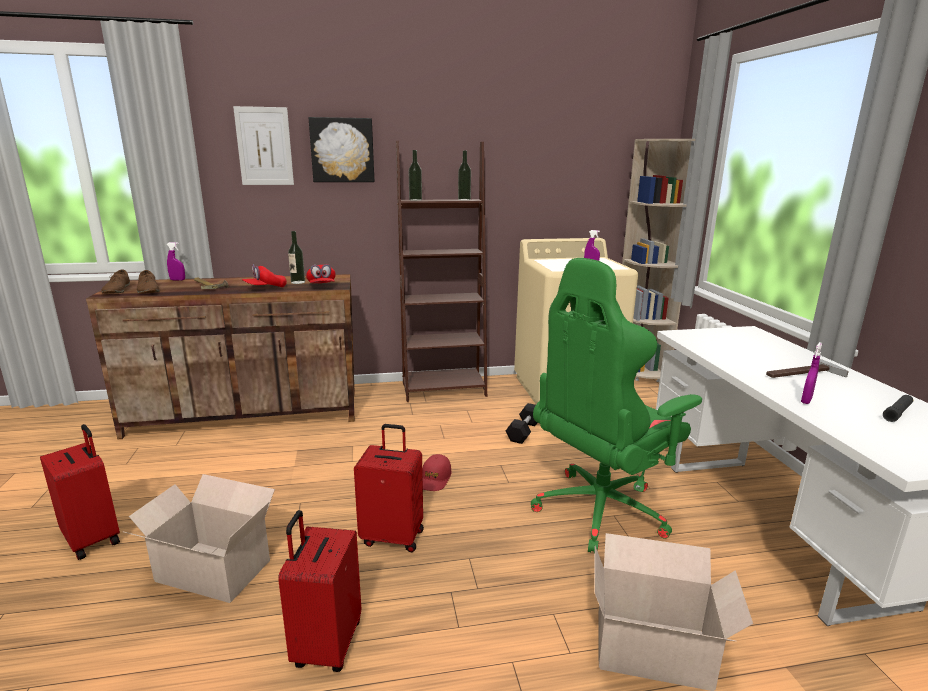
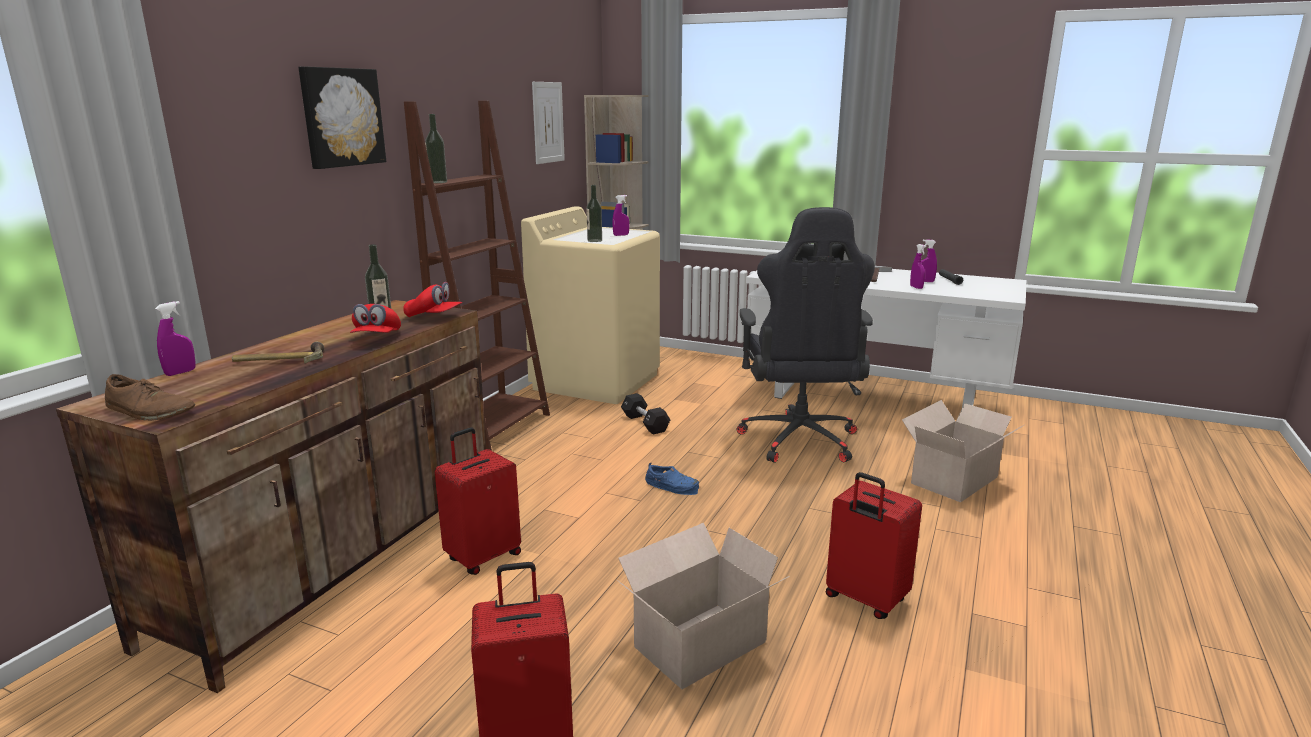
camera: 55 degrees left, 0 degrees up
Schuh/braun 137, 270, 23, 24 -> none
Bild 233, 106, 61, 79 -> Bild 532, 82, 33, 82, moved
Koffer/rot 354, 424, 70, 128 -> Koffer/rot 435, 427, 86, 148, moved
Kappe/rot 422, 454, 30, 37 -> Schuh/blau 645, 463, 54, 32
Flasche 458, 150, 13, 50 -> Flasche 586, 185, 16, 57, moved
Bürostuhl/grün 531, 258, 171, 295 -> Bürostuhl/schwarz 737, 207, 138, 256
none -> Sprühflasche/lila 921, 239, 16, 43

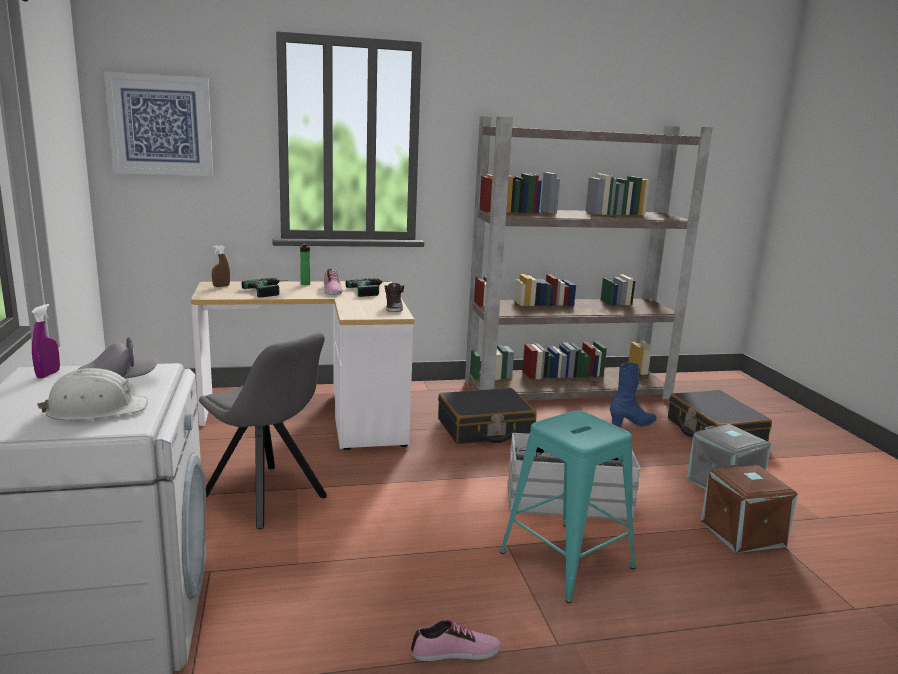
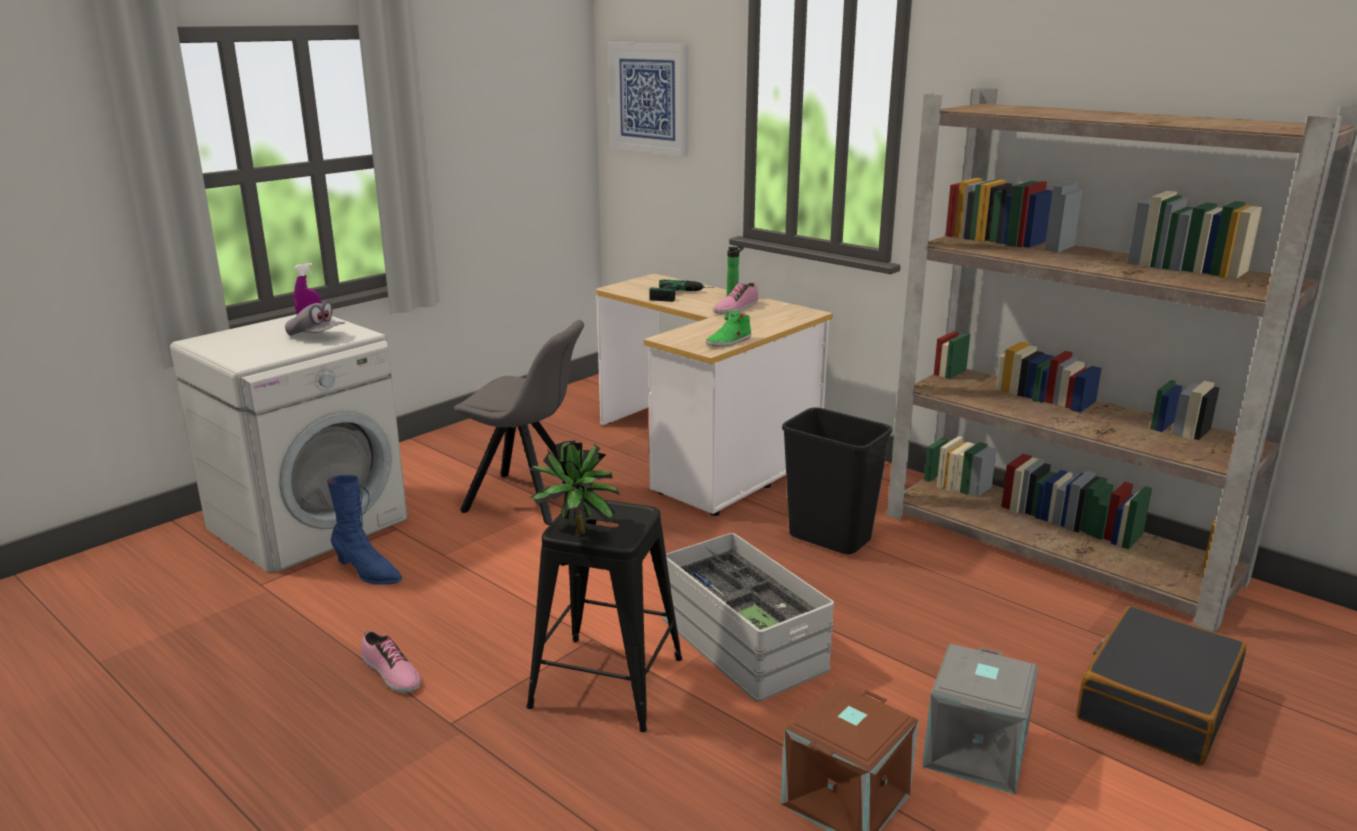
camera: 55 degrees right, 5 degrees up
Schutzhelm/weiß 37, 368, 111, 53 -> none
Stuhl/grau 199, 333, 128, 196 -> Stuhl/grau 454, 320, 130, 205, 75 degrees counterclockwise
Sprühflasche/braun 212, 245, 18, 42 -> none
Bohrmaschine 346, 278, 44, 19 -> none
Schuh/schwarz 384, 283, 20, 29 -> Schuh/grün 706, 310, 45, 37
Koffer/schwarz 438, 388, 99, 56 -> Mülleimer/schwarz 782, 407, 110, 147
Hocker/türkis 500, 410, 136, 193 -> Hocker/schwarz 527, 500, 155, 232
Stiefel/blau 610, 362, 47, 65 -> Stiefel/blau 327, 475, 75, 110, moved
none -> Topfpflanze 529, 440, 91, 95

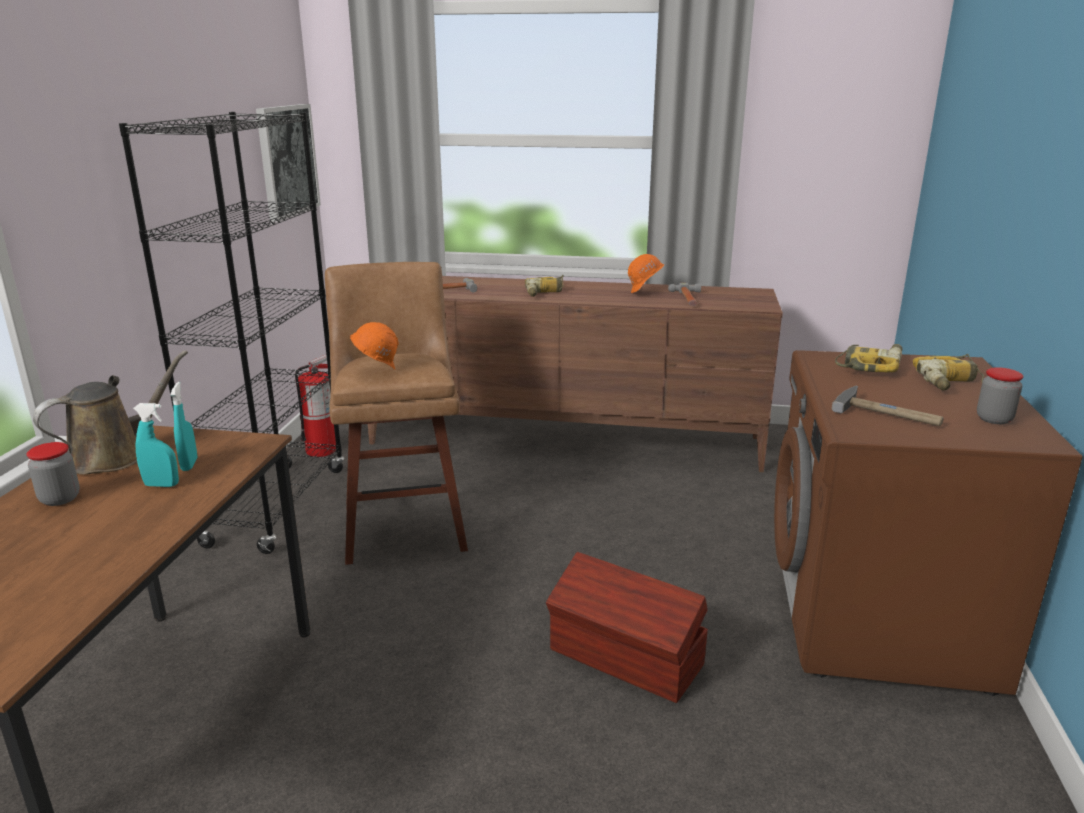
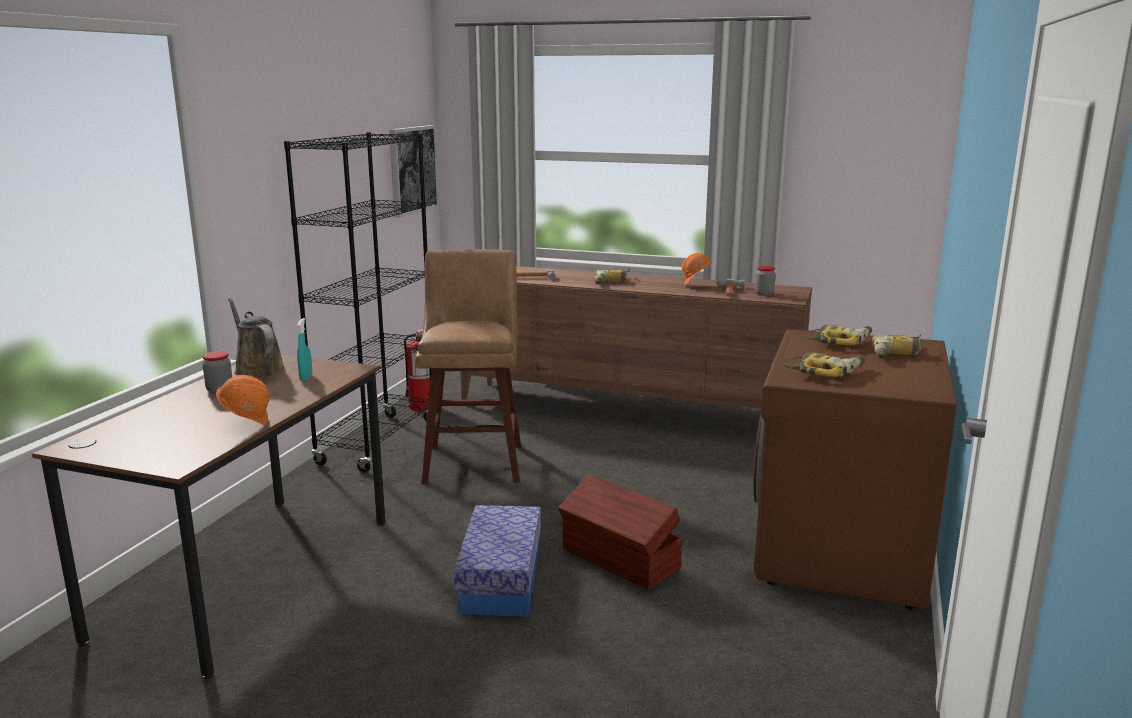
camera: 10 degrees right, 5 degrees down
Gießkanne/braun 33, 350, 155, 125 -> Gießkanne/braun 228, 297, 57, 82, 90 degrees counterclockwise
Sprühflasche/türkis 133, 403, 46, 84 -> none
Schutzhelm/orange 350, 322, 49, 48 -> Schutzhelm/orange 216, 375, 54, 51, moved
Hammer 832, 386, 112, 40 -> Bohrmaschine 784, 352, 81, 25
Vorratsglas 977, 367, 46, 57 -> Vorratsglas 755, 266, 20, 30, moved
none -> Aufbewahrungsbox 454, 505, 87, 111

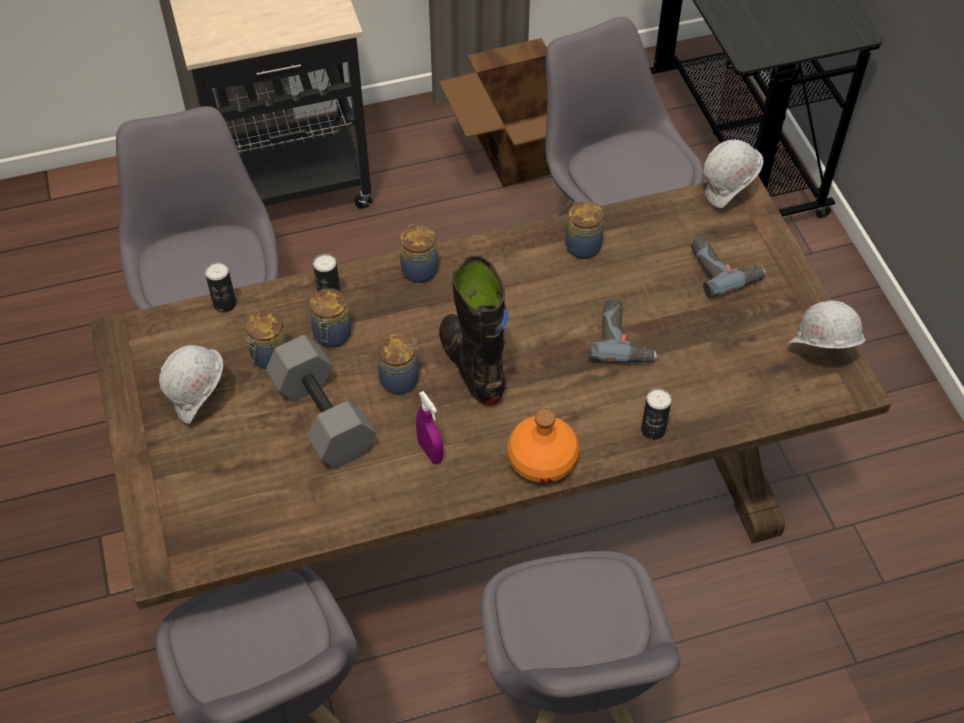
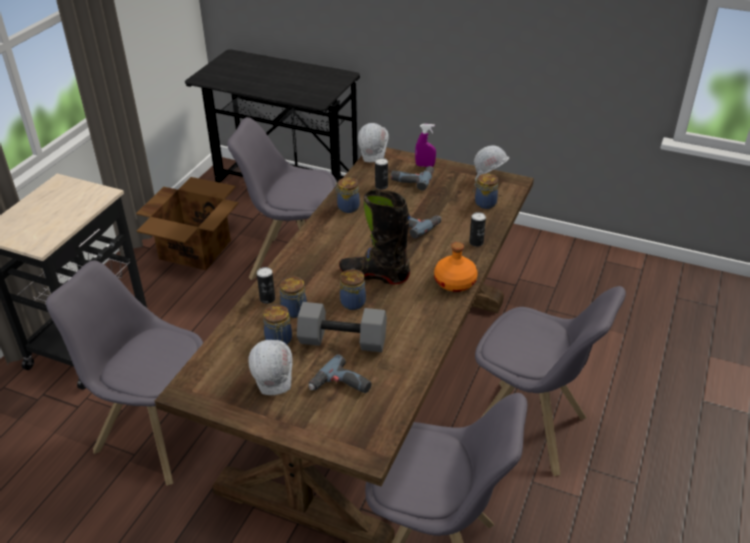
camera: 50 degrees left, 15 degrees down
Dose 205, 262, 31, 51 -> Dose 375, 158, 13, 32, moved
Vorratsglas 400, 224, 38, 59 -> Vorratsglas 473, 173, 25, 36, moved
Sprühflasche/lila 416, 391, 27, 73 -> Sprühflasche/lila 415, 124, 21, 43, moved
none -> Bohrmaschine 309, 354, 63, 39

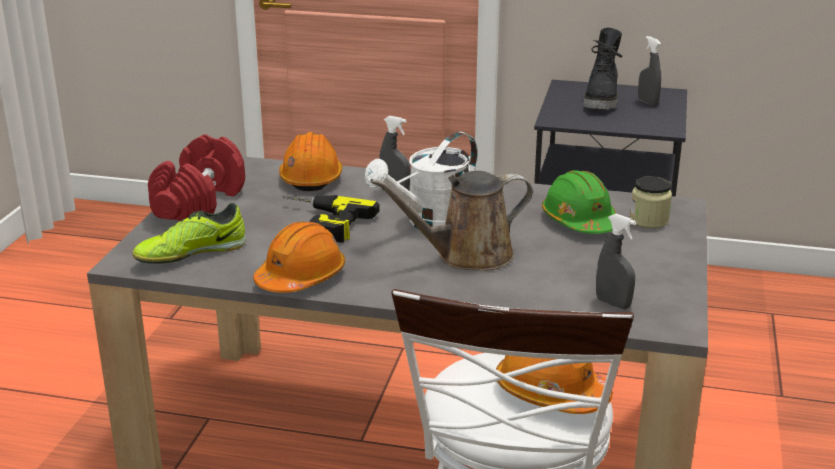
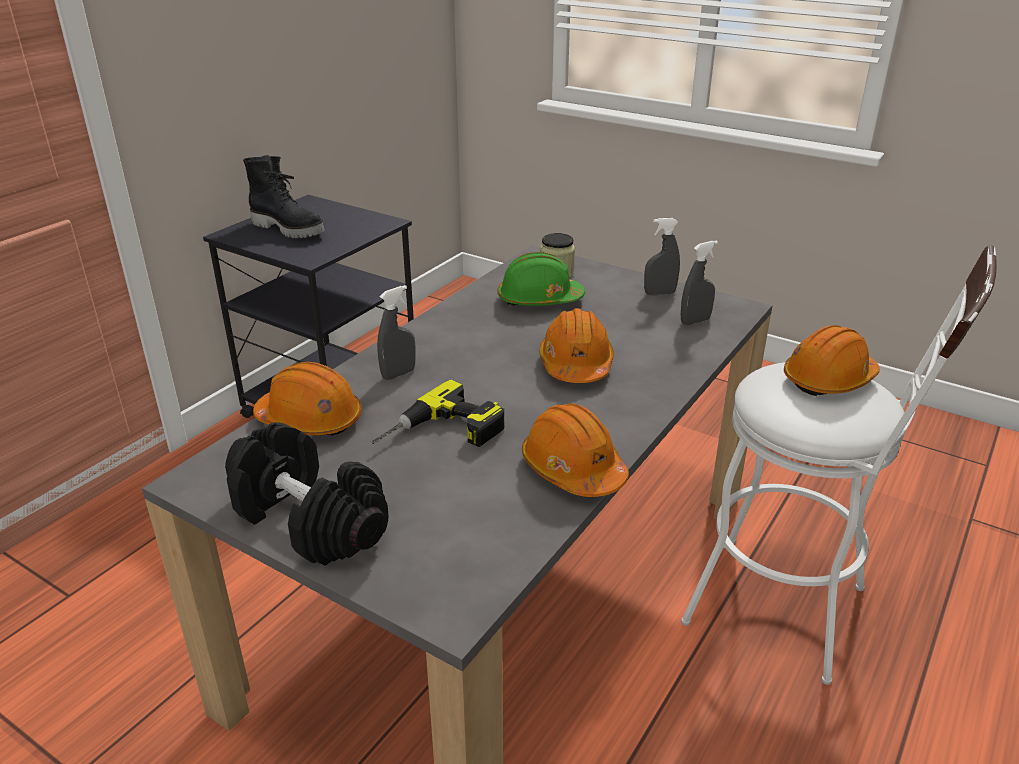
camera: 70 degrees left, 5 degrees up
Schuh 132, 203, 114, 61 -> none
Hantel/rot 148, 135, 97, 86 -> Hantel/schwarz 225, 422, 163, 144
Gießkanne/weiß 365, 132, 112, 97 -> none
Gießkanne/braun 370, 171, 163, 100 -> Schutzhelm/orange 539, 308, 75, 75
Sprühflasche/grau 638, 36, 23, 70 -> Sprühflasche/grau 644, 218, 36, 77, moved

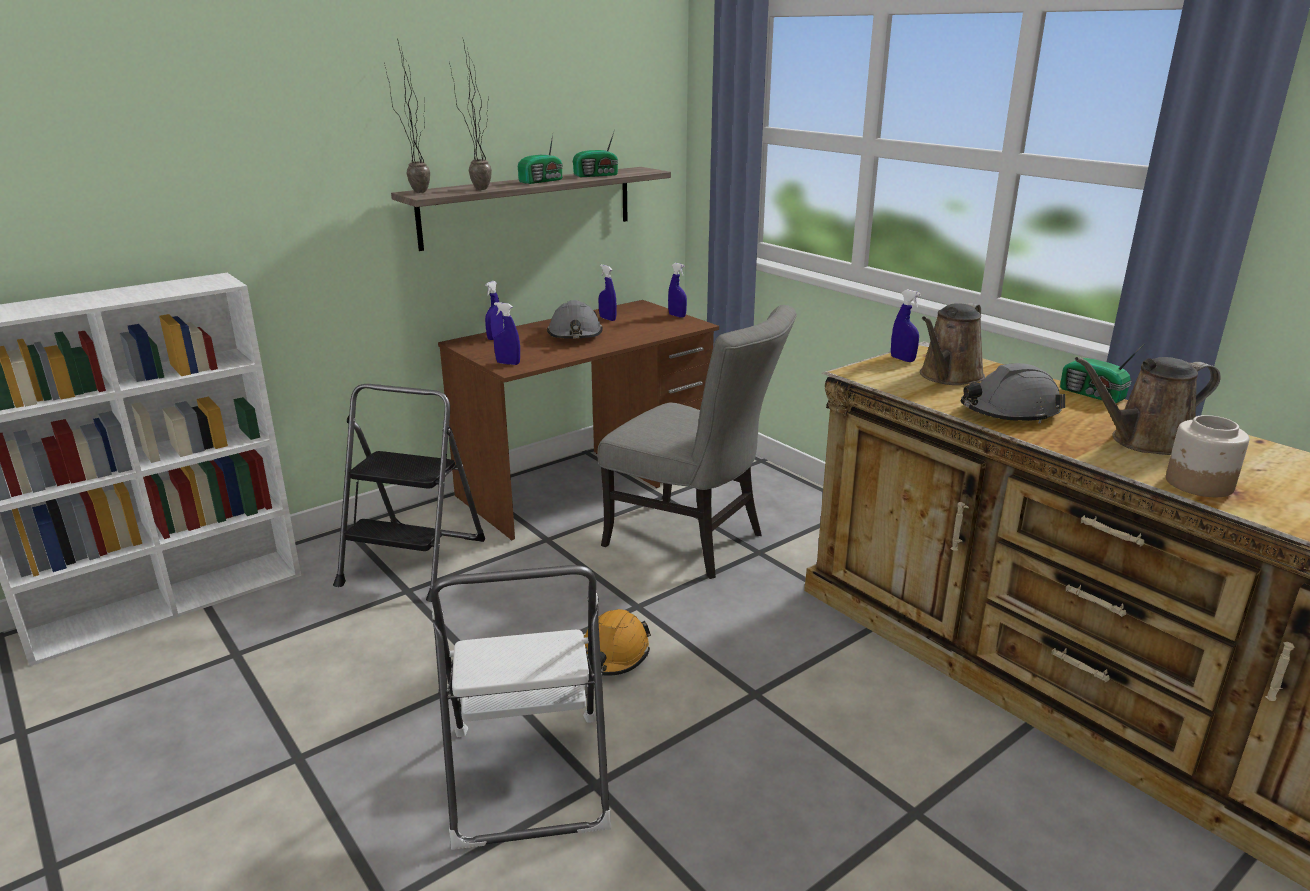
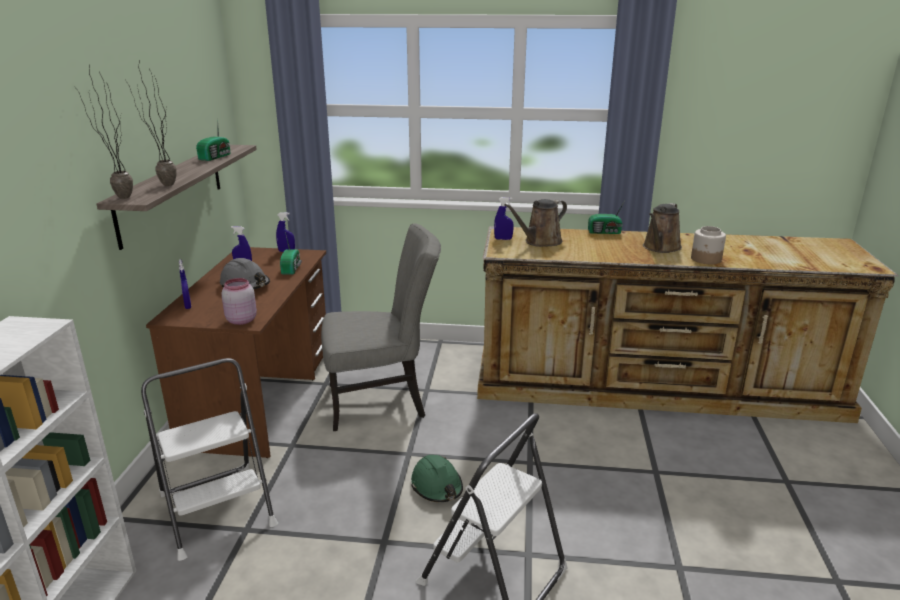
camera: 45 degrees left, 0 degrees up
Trittleiter/schwarz 333, 384, 152, 218 -> Trittleiter/weiß 141, 358, 137, 203
Sprühflasche/blau 494, 302, 26, 63 -> Vorratsglas/rosa 221, 278, 36, 47
Radio 518, 134, 45, 50 -> Radio 280, 232, 22, 43, moved
Schutzhelm/orange 584, 609, 67, 67 -> Schutzhelm/grün 411, 455, 52, 47
Gießkanne/braun 920, 303, 65, 82 -> Gießkanne/braun 504, 199, 63, 48, 60 degrees clockwise
Schutzhelm/grau 961, 363, 104, 60 -> none

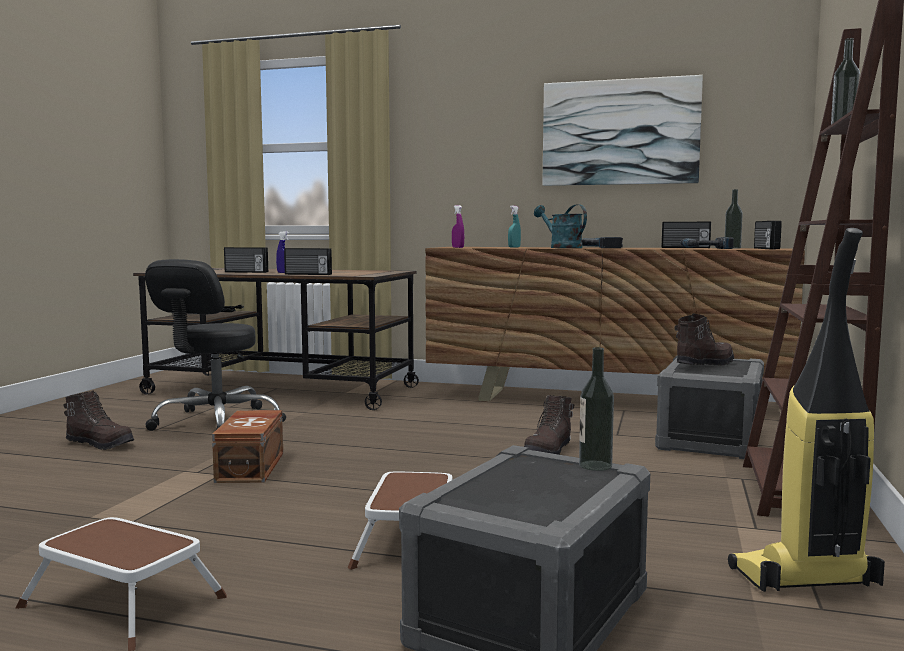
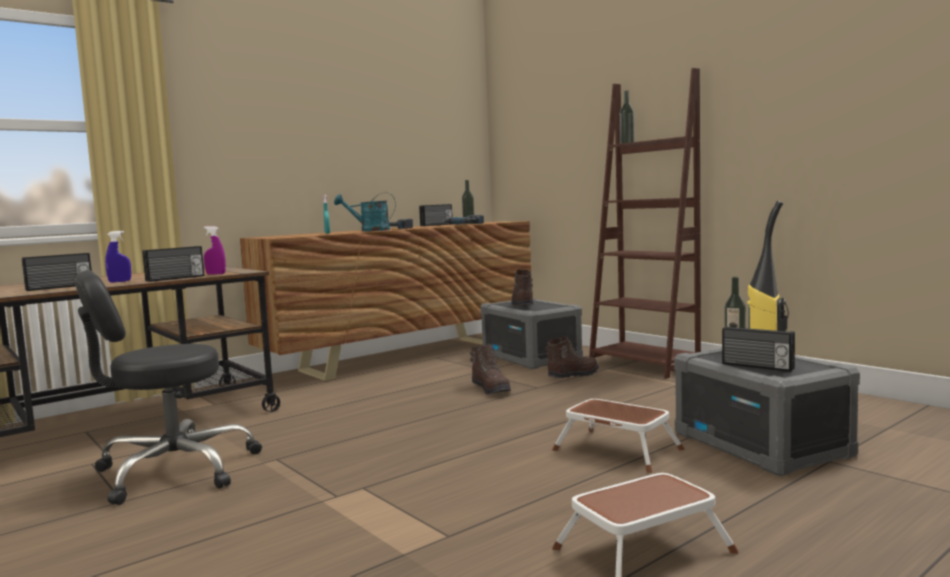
camera: 55 degrees left, 0 degrees up
Stiefel/braun 64, 390, 70, 60 -> Stiefel/braun 545, 336, 54, 42, moved
Bürostuhl/schwarz 145, 259, 141, 172 -> Bürostuhl/schwarz 74, 270, 188, 235, 90 degrees clockwise
Aufbewahrungsbox/braun 212, 410, 71, 73 -> none
Sprühflasche/lila 452, 205, 12, 43 -> Sprühflasche/lila 204, 226, 22, 49, moved
Bild 543, 75, 160, 111 -> none
Radio 754, 221, 28, 28 -> Radio 722, 326, 73, 46, moved

